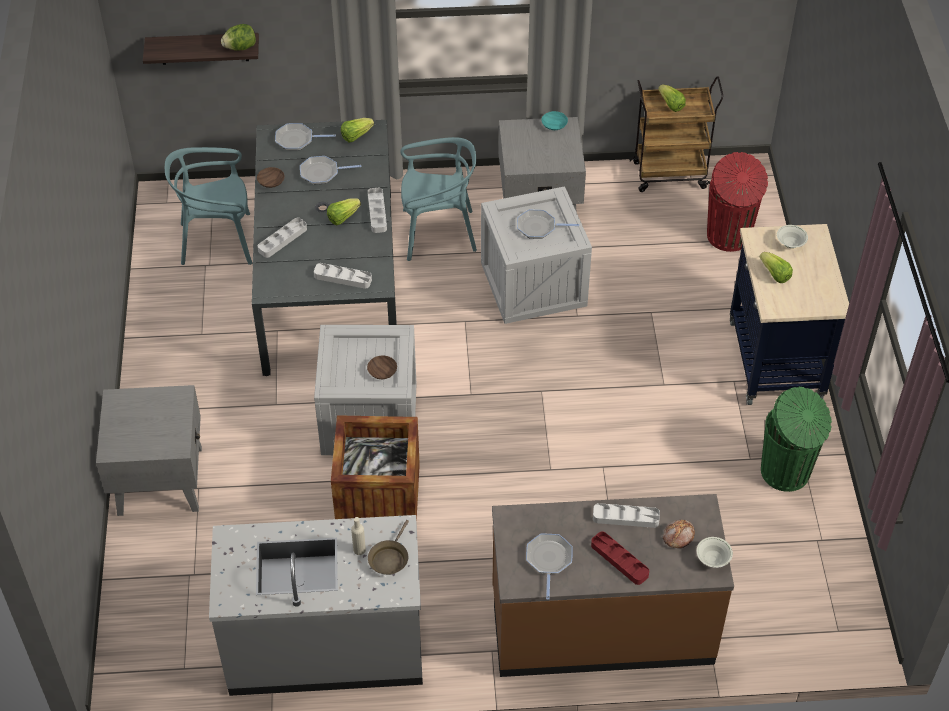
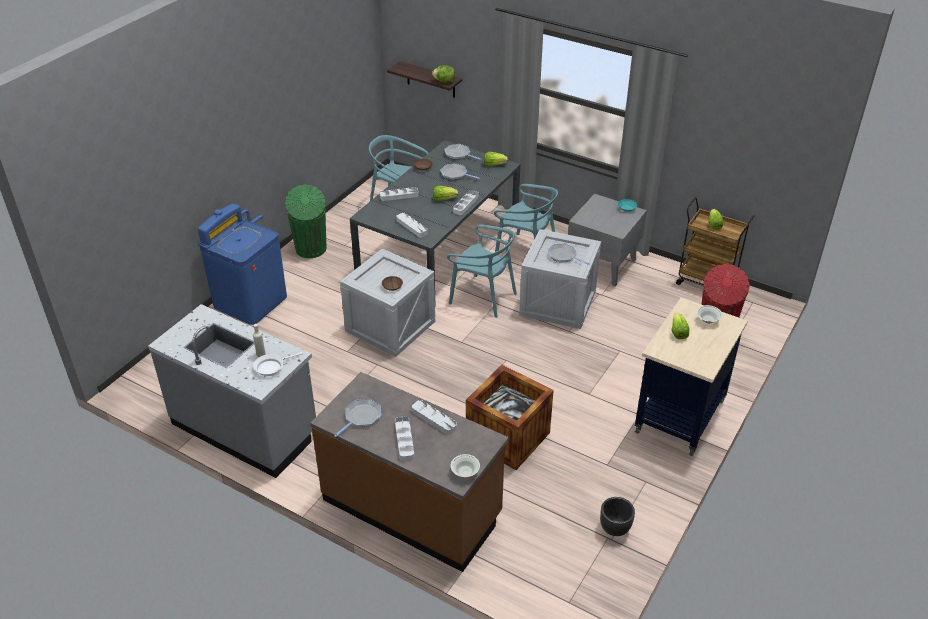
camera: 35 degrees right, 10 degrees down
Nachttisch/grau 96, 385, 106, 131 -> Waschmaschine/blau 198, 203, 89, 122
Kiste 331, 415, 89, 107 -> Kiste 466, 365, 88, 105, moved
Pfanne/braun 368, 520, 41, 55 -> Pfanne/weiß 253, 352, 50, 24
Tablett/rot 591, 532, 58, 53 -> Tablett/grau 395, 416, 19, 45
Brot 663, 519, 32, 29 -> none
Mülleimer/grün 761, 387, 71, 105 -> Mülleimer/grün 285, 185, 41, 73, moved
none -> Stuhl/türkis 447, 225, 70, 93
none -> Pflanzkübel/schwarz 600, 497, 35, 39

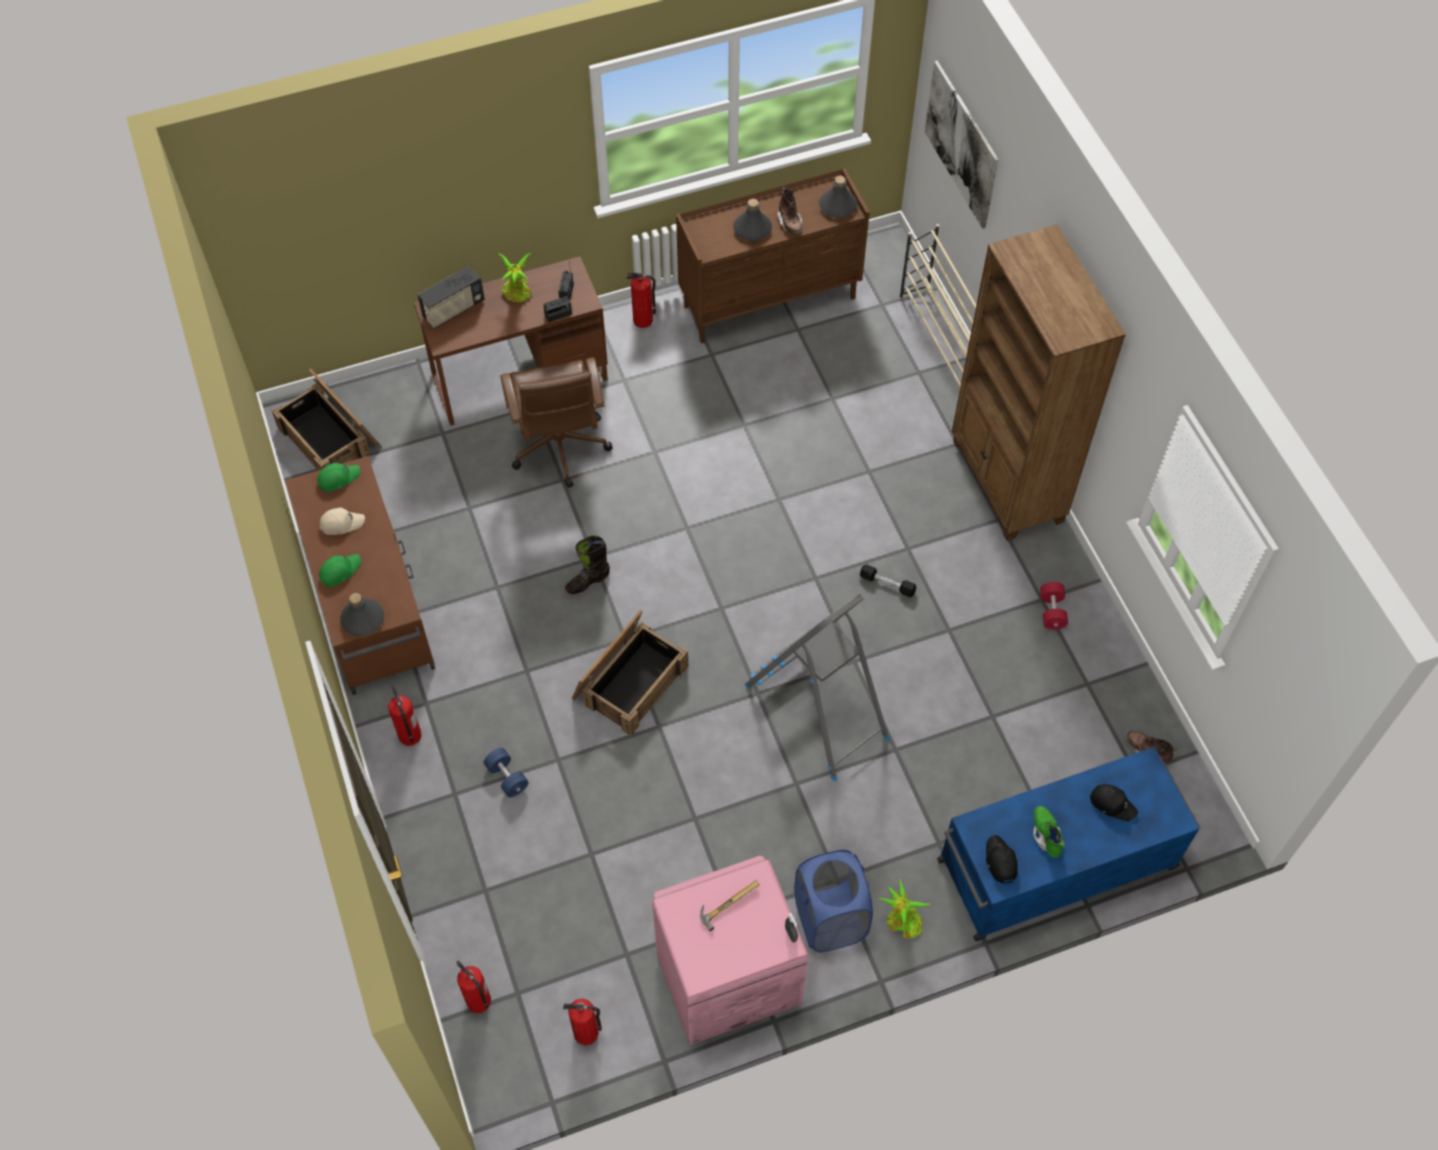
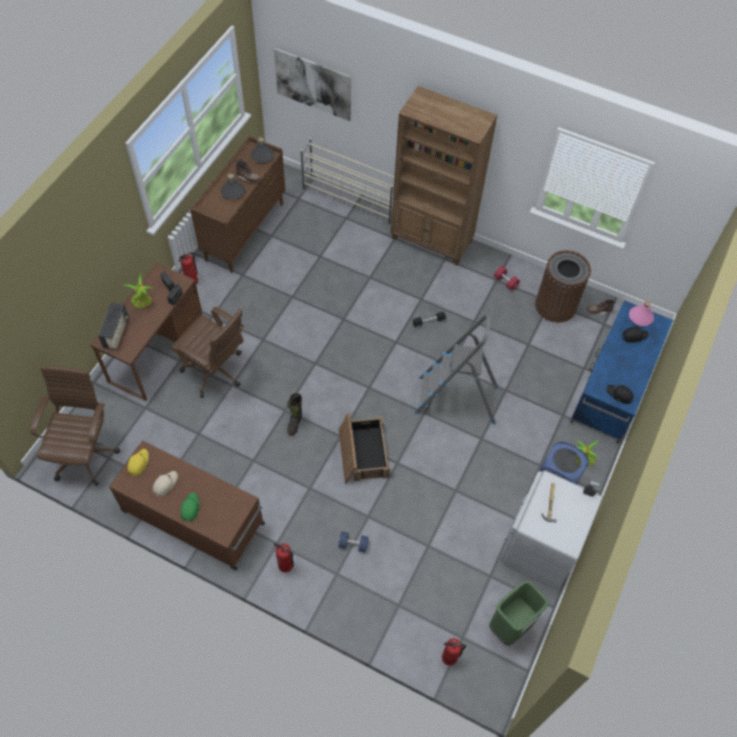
camera: 45 degrees left, 0 degrees up
Kiste 272, 368, 110, 102 -> Bürostuhl/braun 30, 366, 91, 120
Kappe/grün 317, 463, 43, 29 -> Kappe/gelb 128, 449, 21, 27
Flasche/grau 340, 593, 44, 43 -> none
Feuerlöscher 563, 998, 39, 47 -> Mülleimer/grün 489, 581, 59, 65
Waschmaschine/rosa 652, 856, 156, 189 -> Waschmaschine/weiß 499, 471, 104, 120
Stiefel/grün 1033, 806, 32, 51 -> none
none -> Mülleimer/braun 535, 250, 56, 73
none -> Flasche/rosa 629, 301, 25, 25

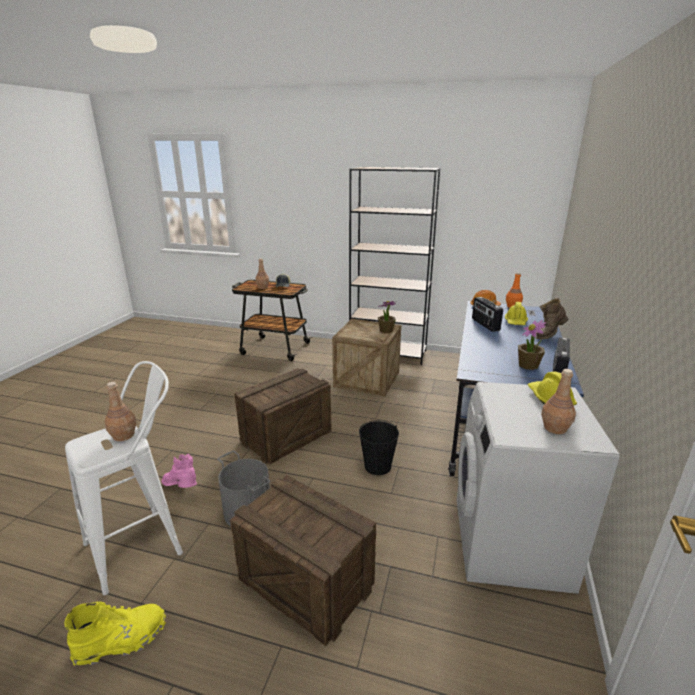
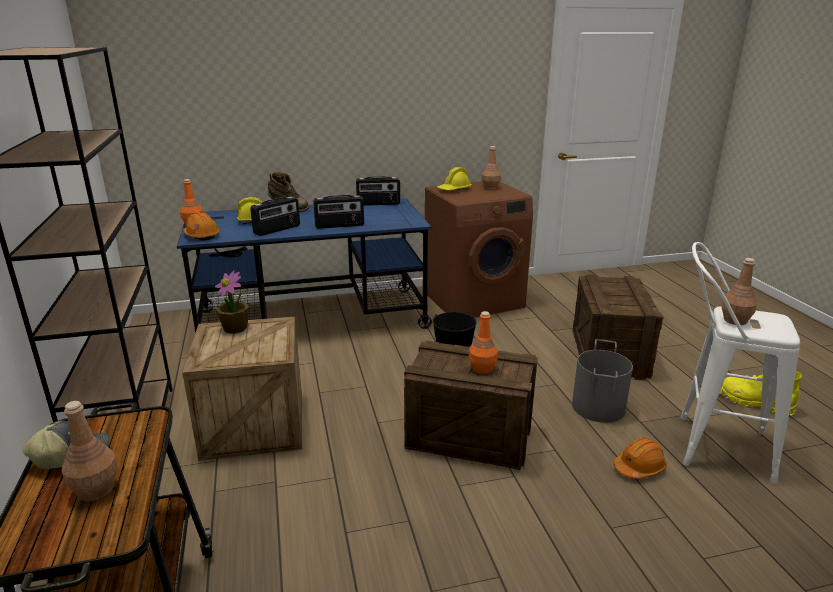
camera: 120 degrees left, 0 degrees up
Stiefel/rosa 161, 454, 36, 34 -> Schutzhelm/orange 614, 438, 53, 41
Waschmaschine/weiß 457, 382, 163, 212 -> Waschmaschine/braun 425, 181, 108, 136
Topfpflanze 518, 320, 28, 50 -> none
none -> Radio 313, 195, 51, 34
none -> Flasche/orange 469, 311, 29, 63

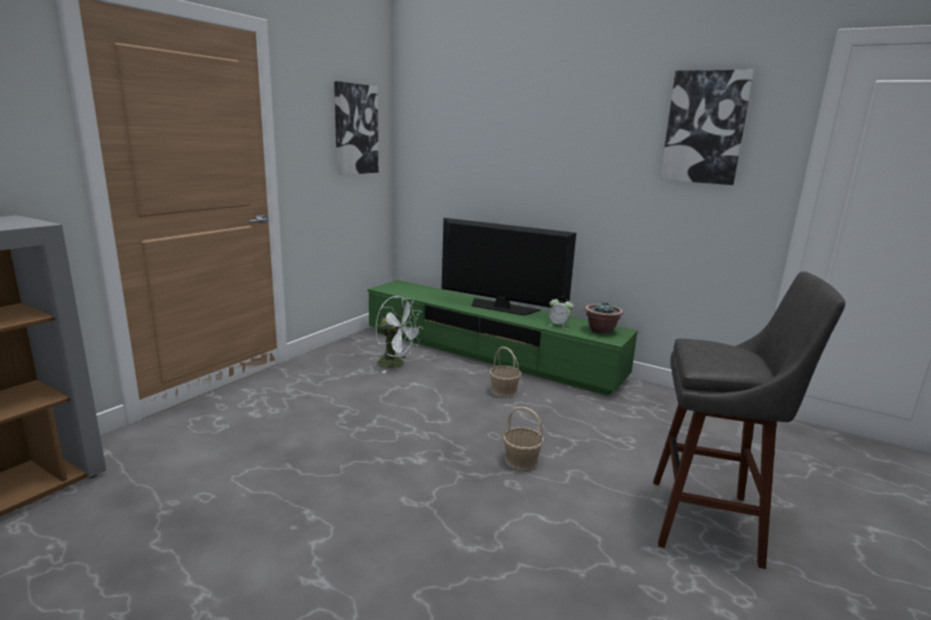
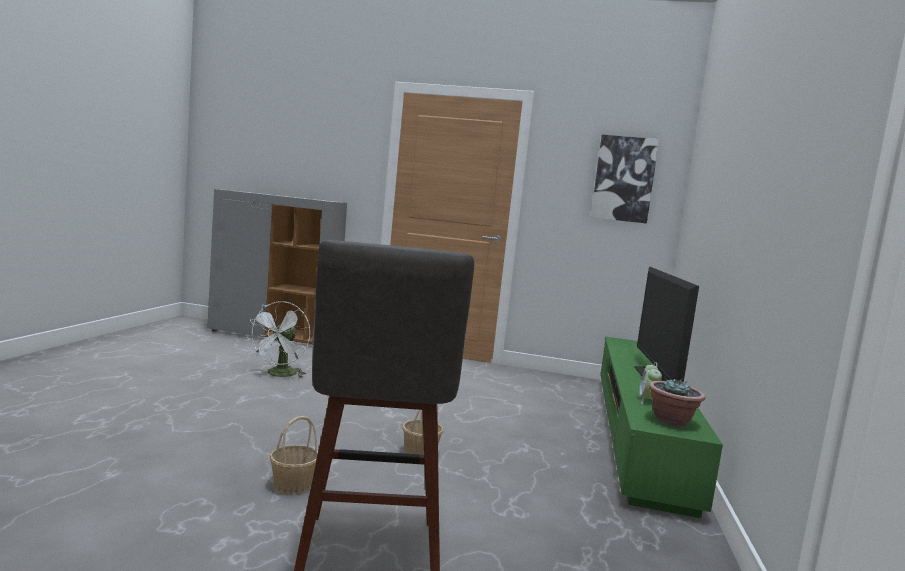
camera: 70 degrees right, 10 degrees down
Ventilator/weiß 376, 296, 48, 77 -> Ventilator/weiß 246, 301, 64, 77, moved
Korb 489, 346, 32, 51 -> Korb 269, 416, 49, 79, moved
Bild 660, 70, 94, 115 -> none

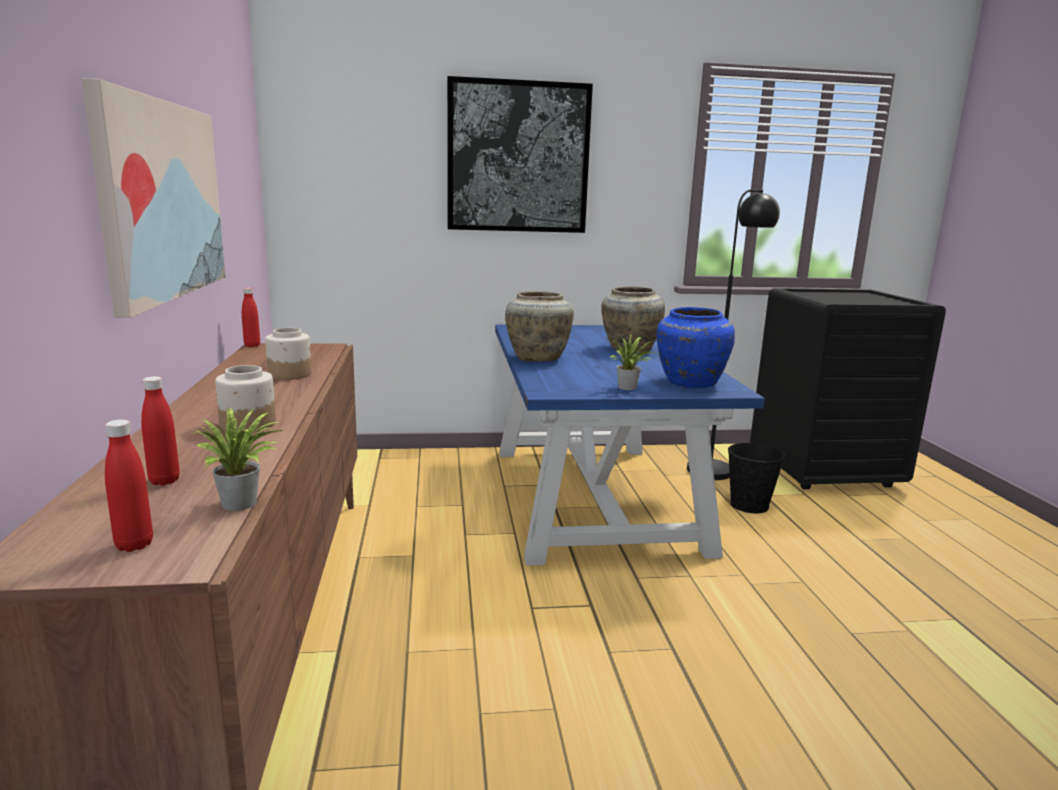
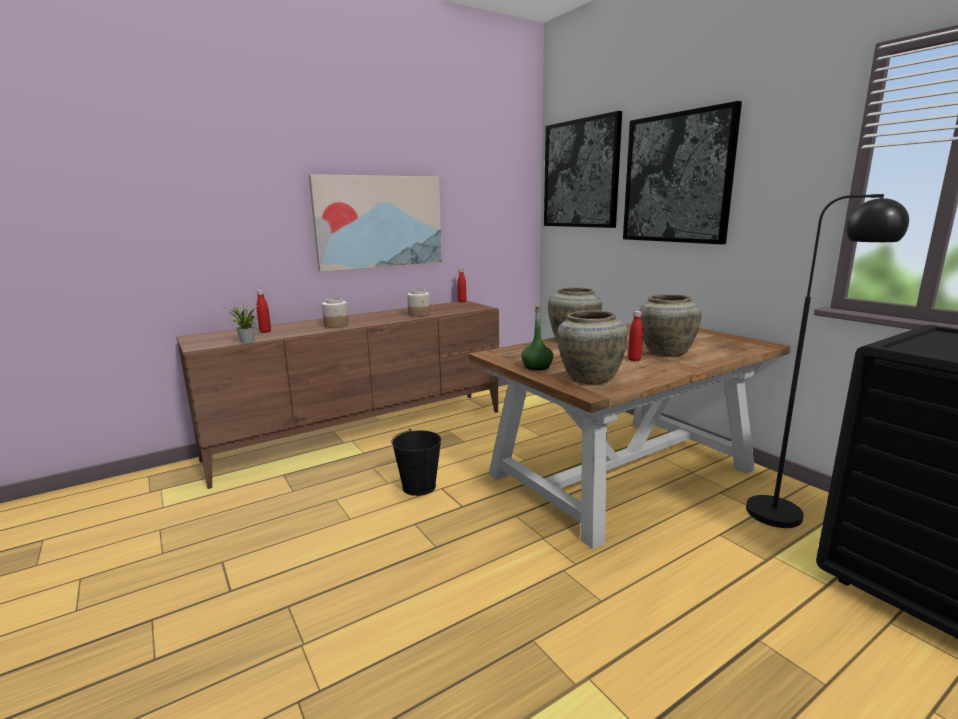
camera: 65 degrees right, 0 degrees up
Flasche/rot 105, 419, 48, 133 -> Flasche/rot 628, 311, 15, 50, moved
Esstisch/blau 495, 324, 270, 242 -> Esstisch/braun 469, 323, 322, 226
Topfpflanze 604, 333, 51, 57 -> Flasche/grün 521, 306, 32, 64
Vase/blau 656, 307, 79, 81 -> Vase/beige 557, 310, 71, 74
Eimer/schwarz 728, 443, 57, 70 -> Eimer/schwarz 391, 429, 50, 67, moved
none -> Bild 544, 111, 78, 117

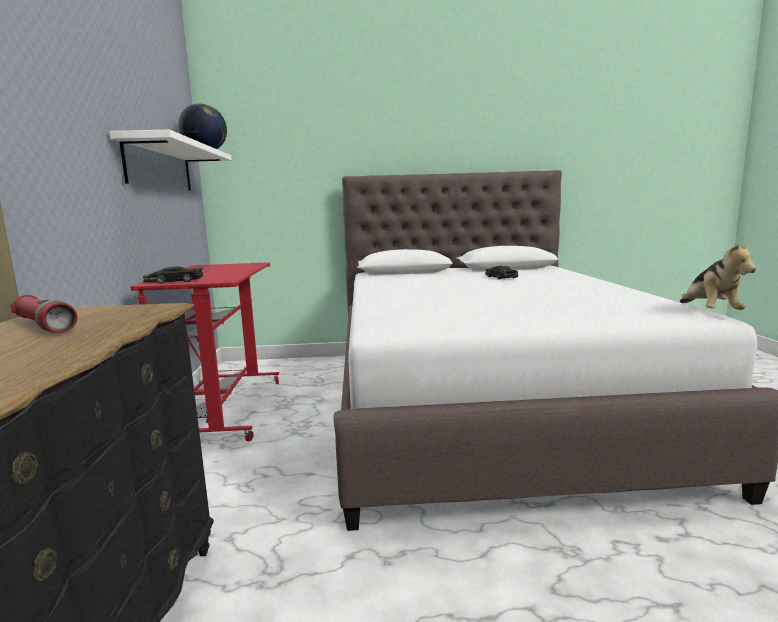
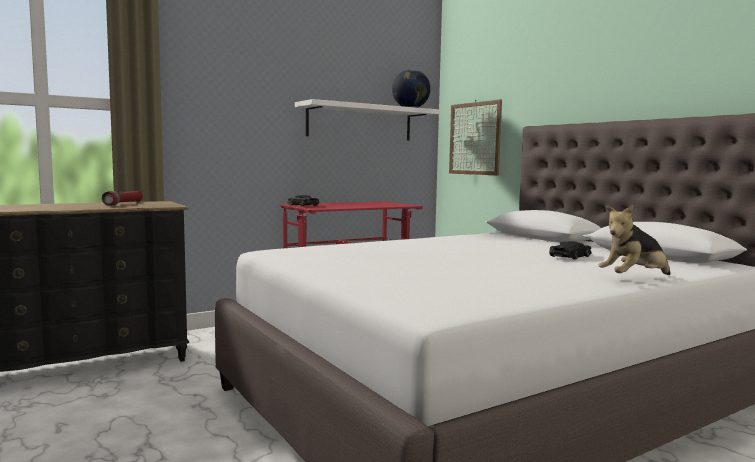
camera: 60 degrees right, 5 degrees down
Plüschtier 680, 241, 76, 69 -> Plüschtier 598, 205, 72, 70, moved
none -> Bild 449, 99, 53, 76

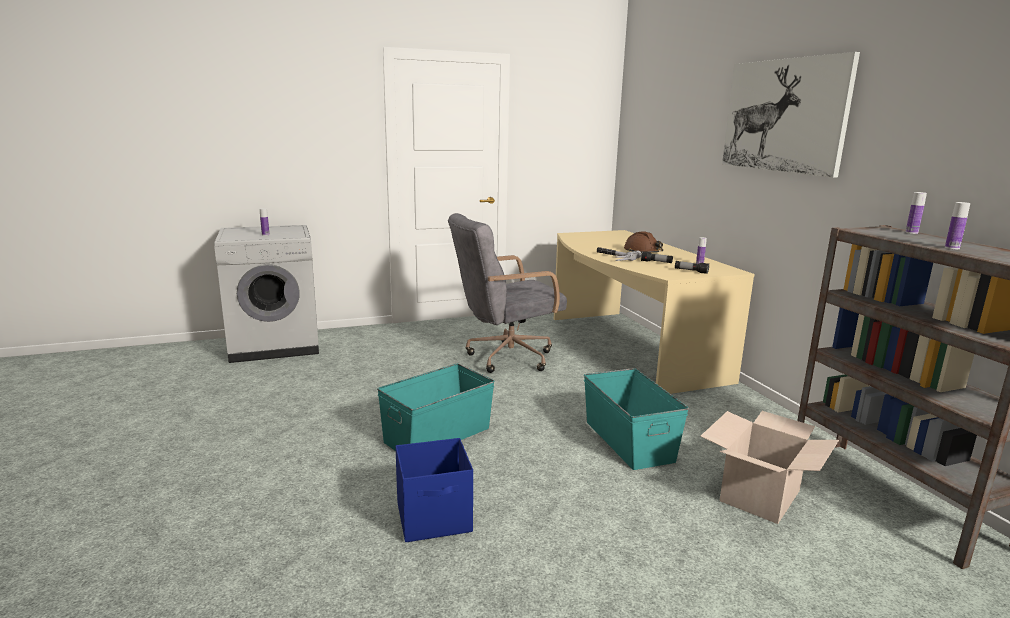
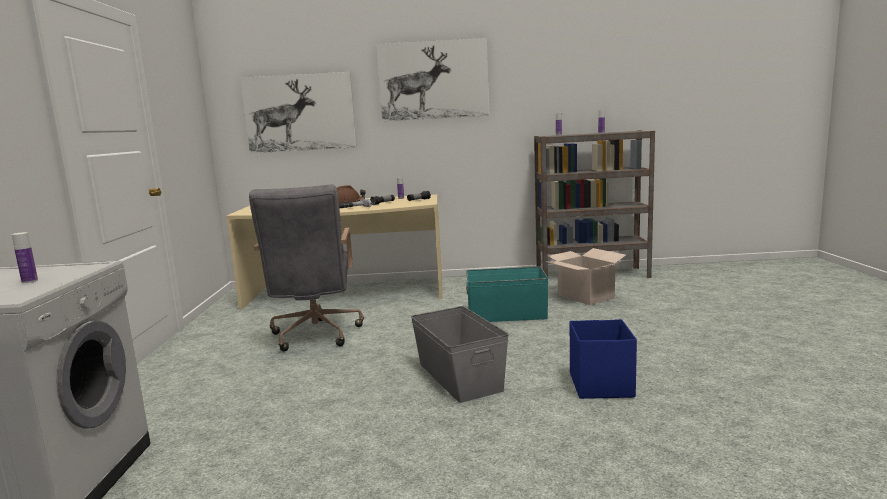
camera: 70 degrees left, 5 degrees down
Aufbewahrungsbox/türkis 377, 364, 118, 87 -> Aufbewahrungsbox/grau 411, 306, 98, 97
none -> Bild 240, 72, 117, 81

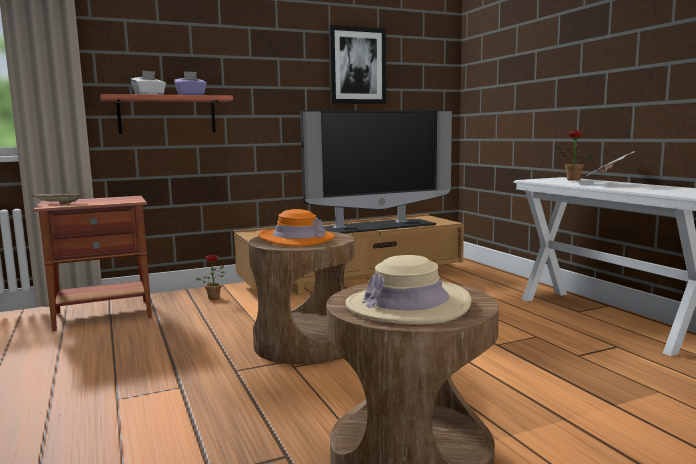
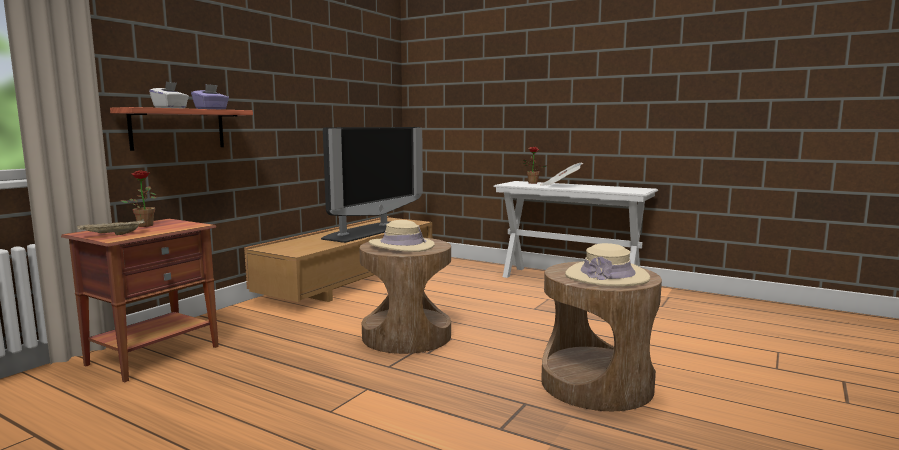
camera: 35 degrees left, 0 degrees up
Topfpflanze 195, 255, 30, 45 -> Topfpflanze 121, 171, 35, 56, moved
Hut/orange 259, 209, 75, 37 -> Hut/beige 369, 220, 66, 32
Bild 329, 25, 57, 79 -> none

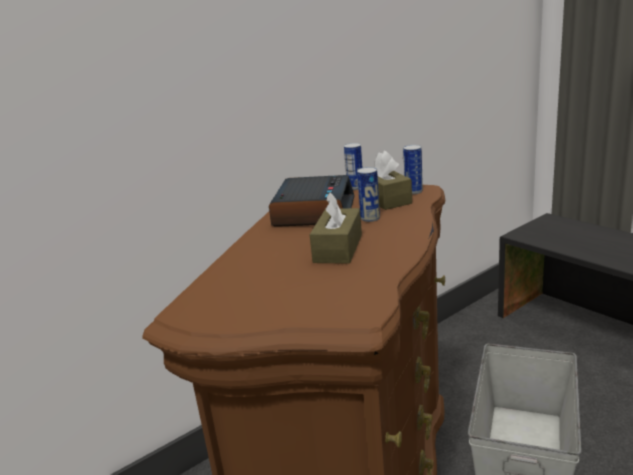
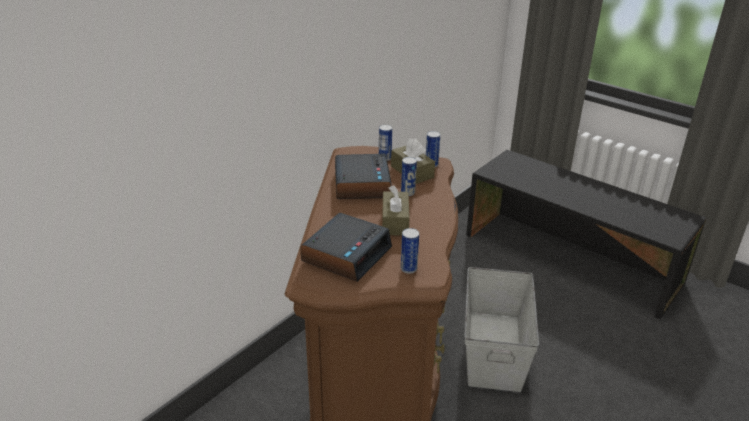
camera: 15 degrees left, 10 degrees up
none -> Wecker 300, 213, 92, 69
none -> Dose 401, 228, 18, 46

